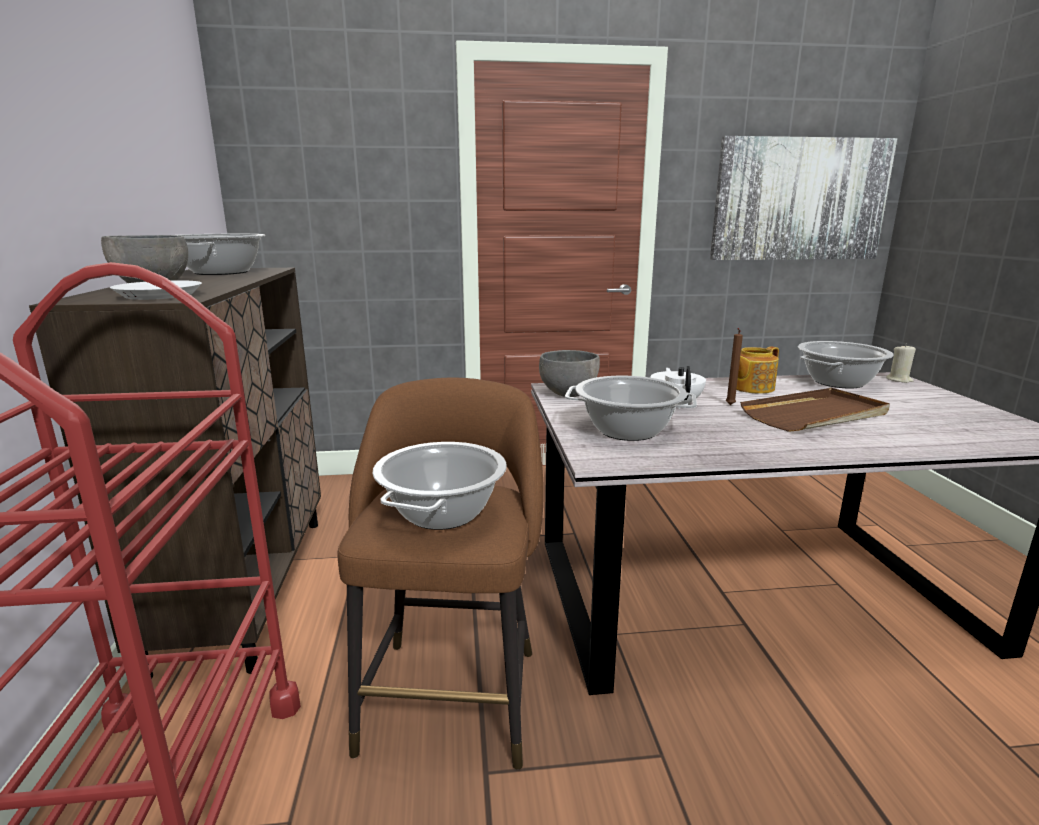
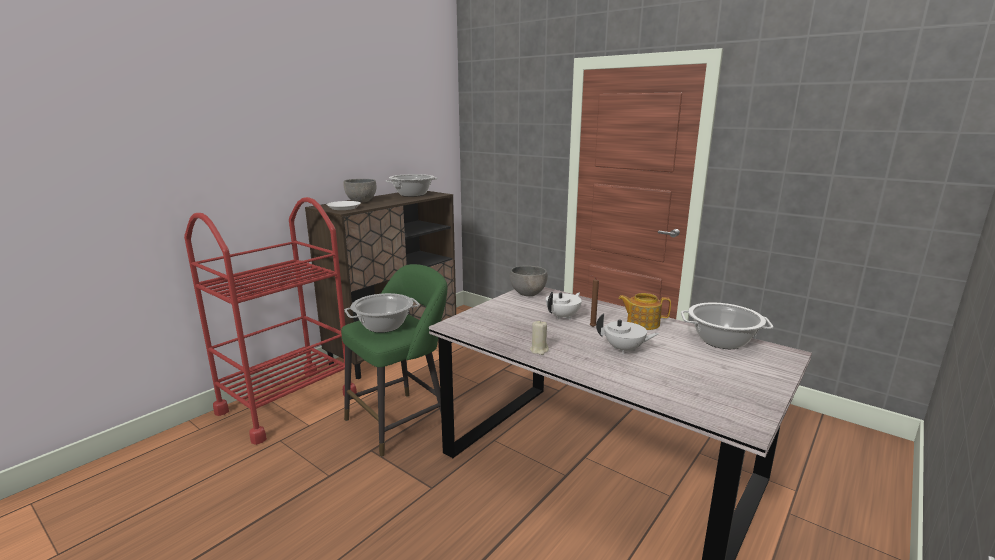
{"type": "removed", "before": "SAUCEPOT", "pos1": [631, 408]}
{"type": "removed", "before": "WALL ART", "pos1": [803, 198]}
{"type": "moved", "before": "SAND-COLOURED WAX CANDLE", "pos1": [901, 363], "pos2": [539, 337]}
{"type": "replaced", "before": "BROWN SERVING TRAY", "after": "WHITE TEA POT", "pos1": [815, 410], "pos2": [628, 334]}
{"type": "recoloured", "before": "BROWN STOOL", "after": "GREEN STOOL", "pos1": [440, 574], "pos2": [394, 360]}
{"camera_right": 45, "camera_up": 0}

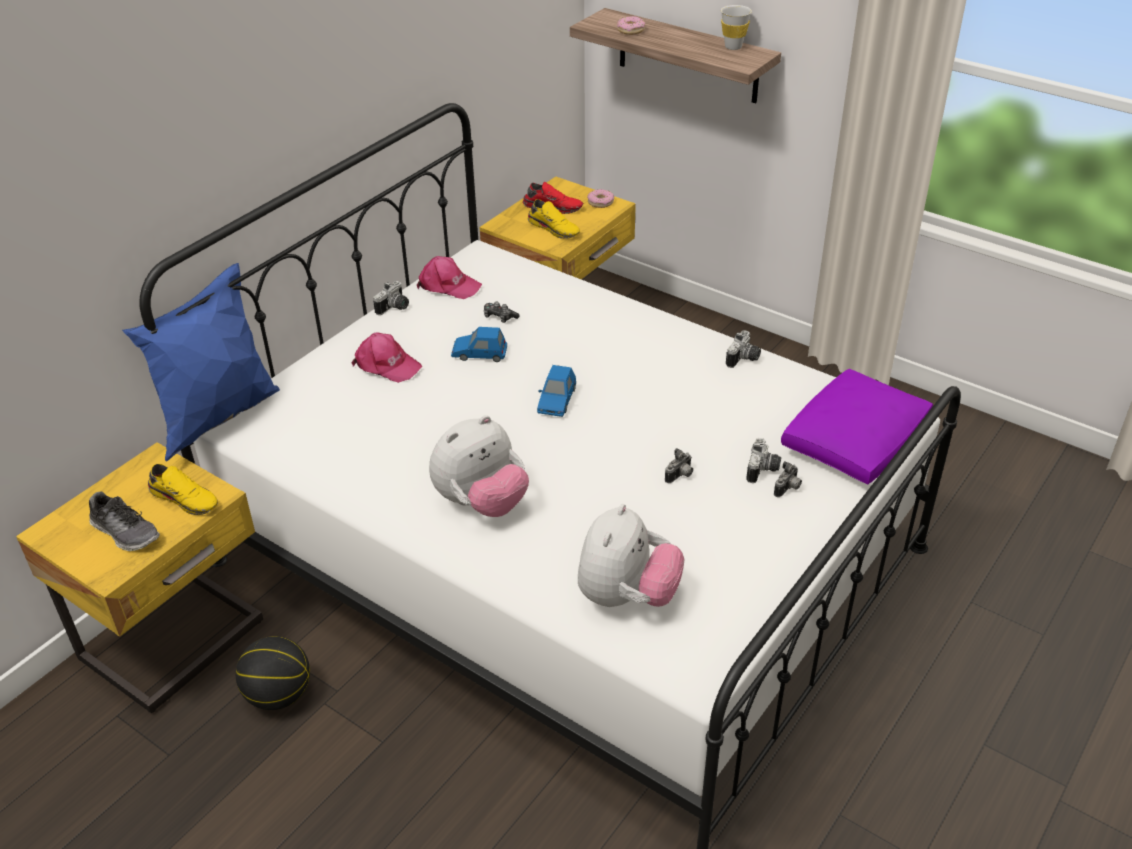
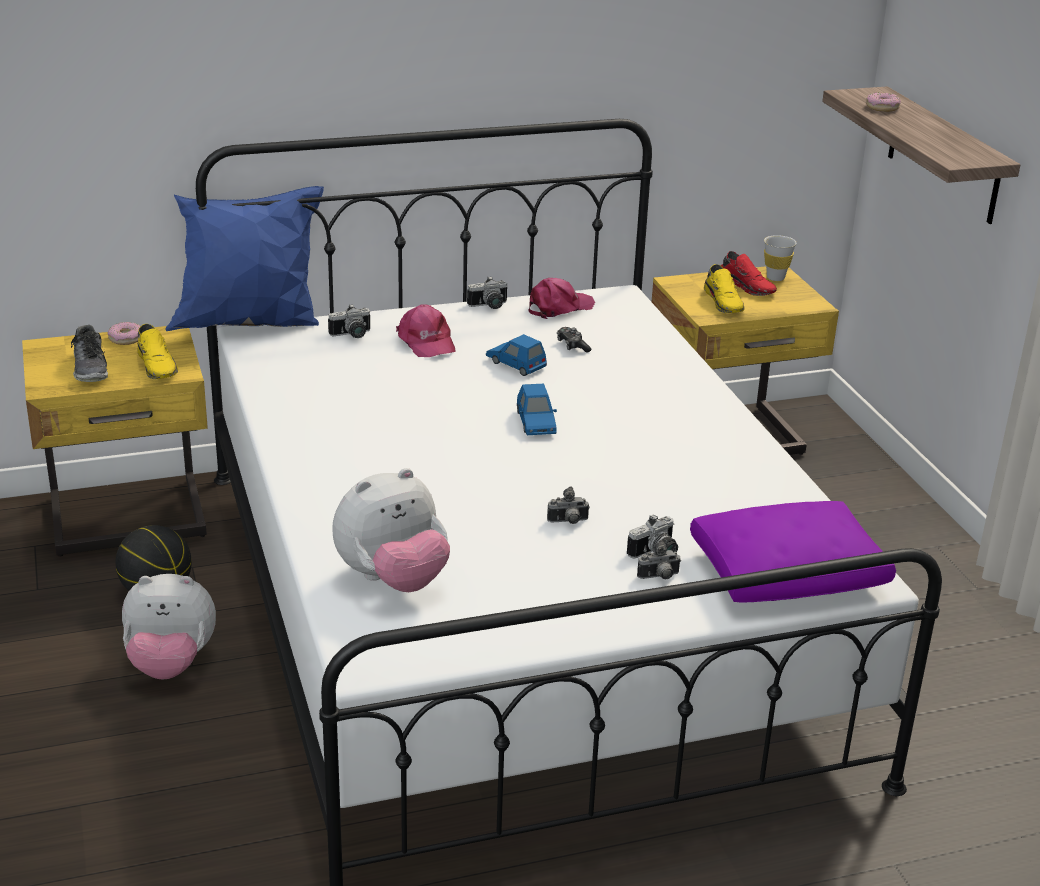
{"type": "moved", "before": "CUDDLY TOY", "pos1": [479, 466], "pos2": [169, 627]}
{"type": "moved", "before": "DONUT", "pos1": [600, 198], "pos2": [124, 333]}
{"type": "moved", "before": "WHITE DRINKING CUP", "pos1": [736, 27], "pos2": [780, 258]}
{"type": "moved", "before": "PHOTO CAMERA", "pos1": [743, 349], "pos2": [349, 321]}
{"type": "turned", "before": "PINK CAP", "pos1": [449, 277], "pos2": [561, 298], "turn": -90}
{"type": "turned", "before": "BLUISH TOY CAR", "pos1": [556, 391], "pos2": [537, 409], "turn": -60}
{"camera_right": 35, "camera_up": -10}

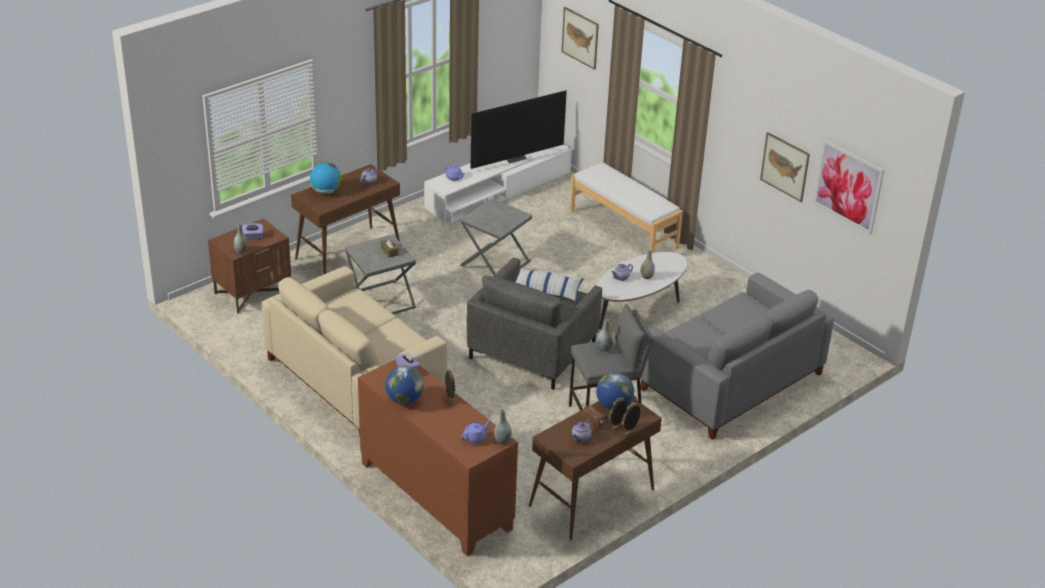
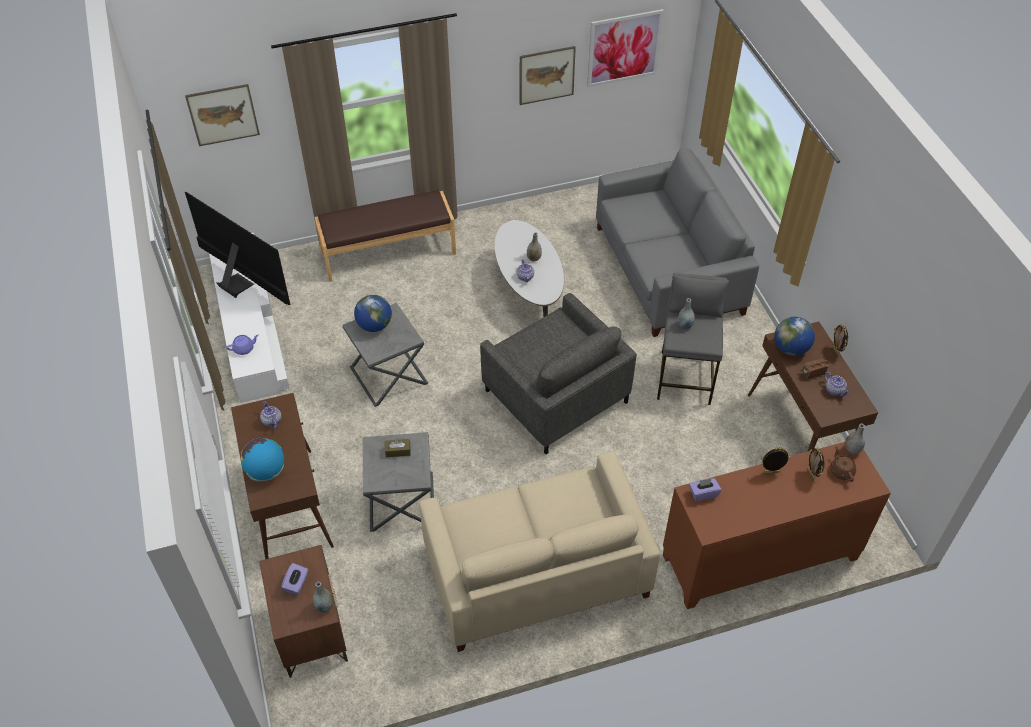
{"type": "removed", "before": "PILLOW", "pos1": [549, 284]}
{"type": "moved", "before": "WORLD GLOBE", "pos1": [404, 385], "pos2": [373, 313]}
{"type": "moved", "before": "STANDING FRAME", "pos1": [617, 414], "pos2": [815, 464]}
{"type": "recoloured", "before": "PURPLE-COLOURED TEA POT", "after": "BROWN TEA POT", "pos1": [476, 432], "pos2": [843, 464]}
{"type": "recoloured", "before": "WHITE BENCH", "after": "BROWN BENCH", "pos1": [626, 207], "pos2": [385, 236]}
{"type": "turned", "before": "TV", "pos1": [518, 129], "pos2": [237, 248], "turn": -45}
{"camera_right": -65, "camera_up": 15}

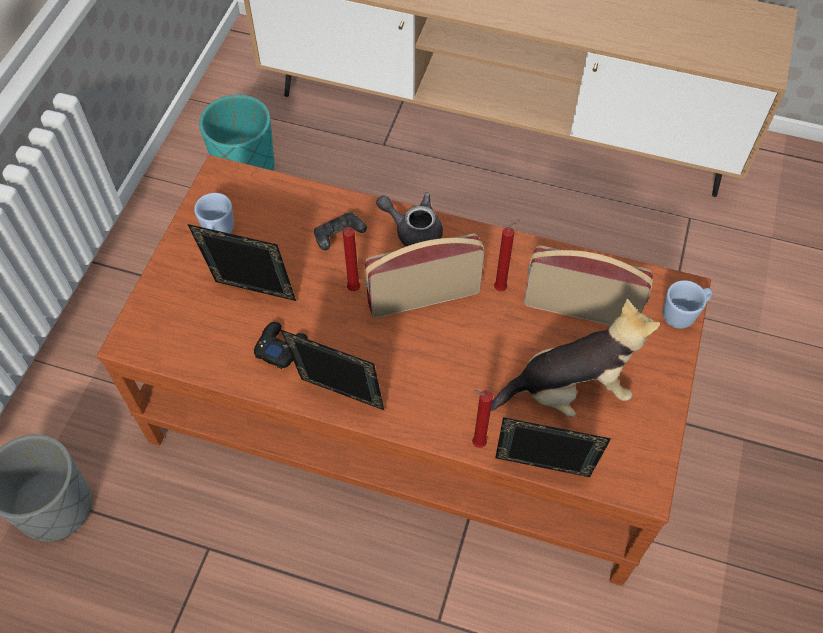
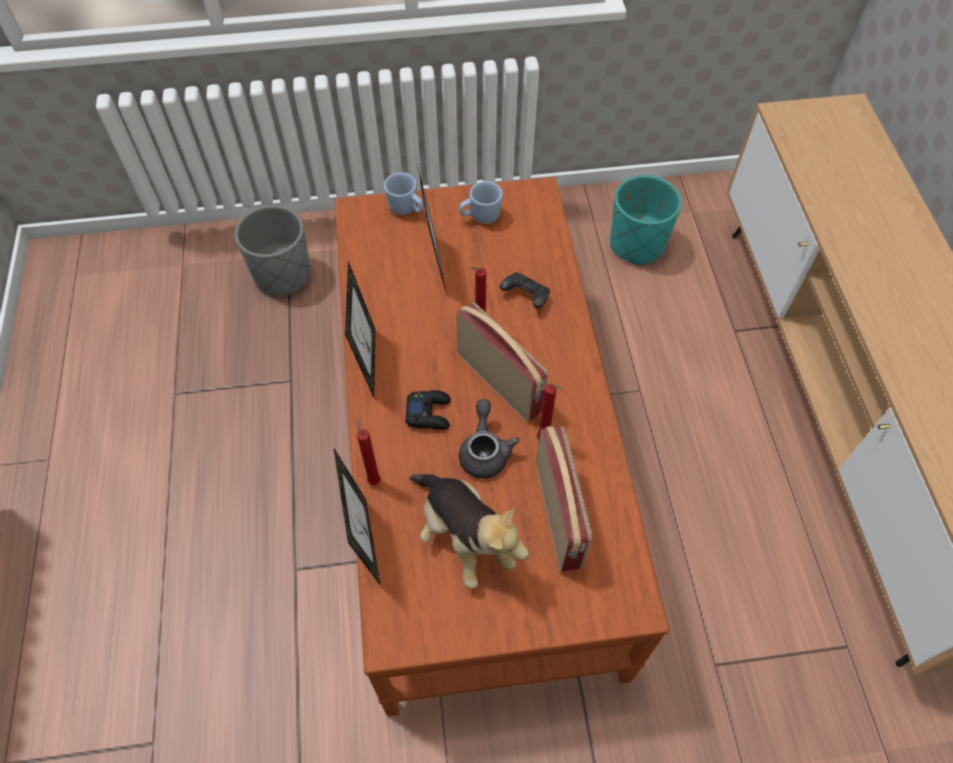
{"type": "moved", "before": "BLACK-COLOURED GAME CONTROLLER", "pos1": [281, 345], "pos2": [428, 410]}
{"type": "moved", "before": "GREY TEA POT", "pos1": [409, 219], "pos2": [489, 439]}
{"type": "moved", "before": "BLUISH TEA MUG", "pos1": [688, 304], "pos2": [404, 193]}
{"camera_right": 65, "camera_up": 0}

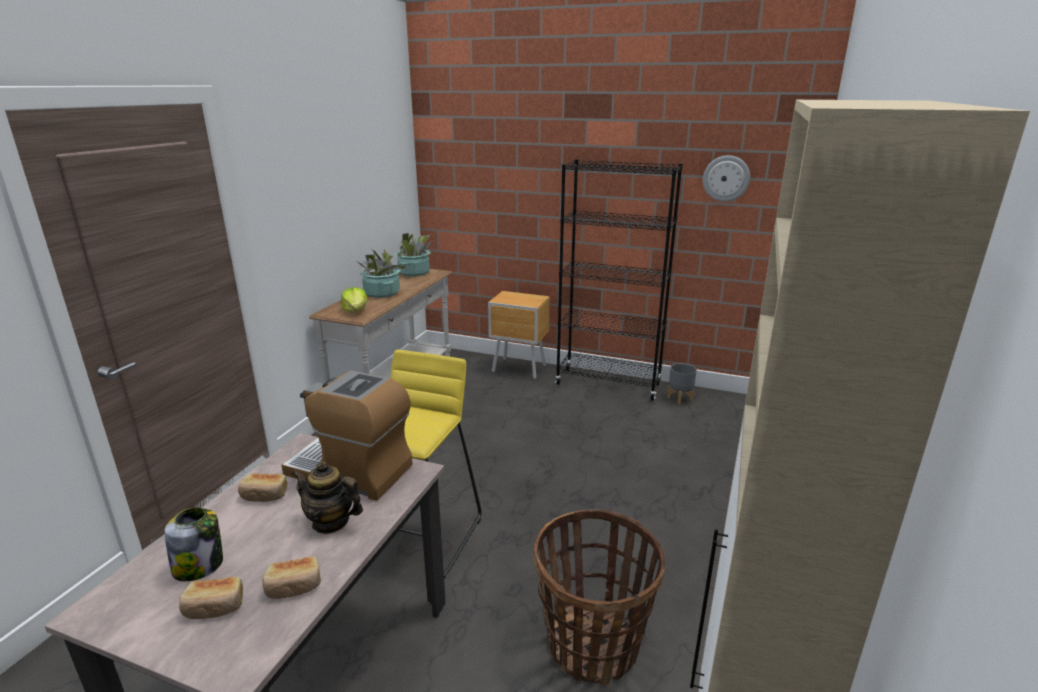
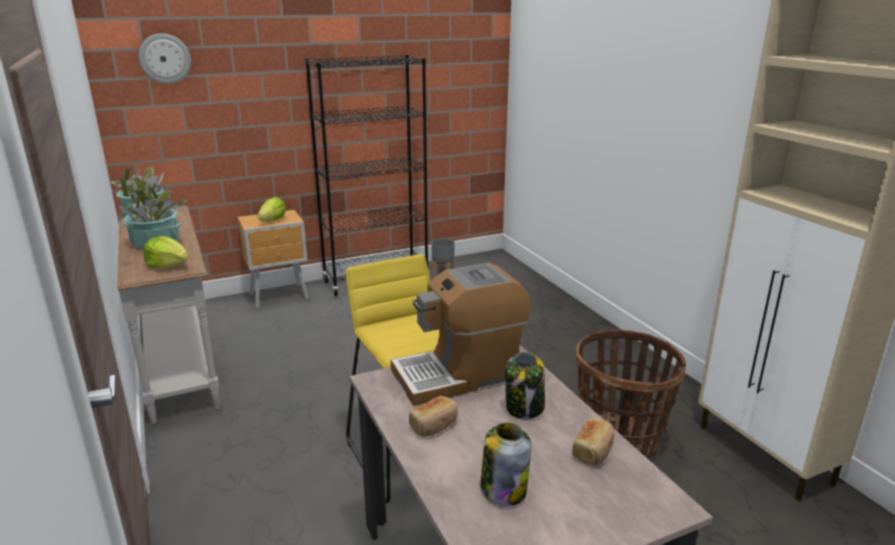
{"type": "removed", "before": "BAKERY BREAD", "pos1": [211, 598]}
{"type": "added", "after": "LETTUCE", "pos2": [271, 209]}
{"type": "moved", "before": "HANGING CLOCK", "pos1": [726, 178], "pos2": [165, 58]}
{"type": "replaced", "before": "TEA POT", "after": "STORAGE JAR", "pos1": [327, 497], "pos2": [525, 385]}
{"camera_right": -45, "camera_up": 0}

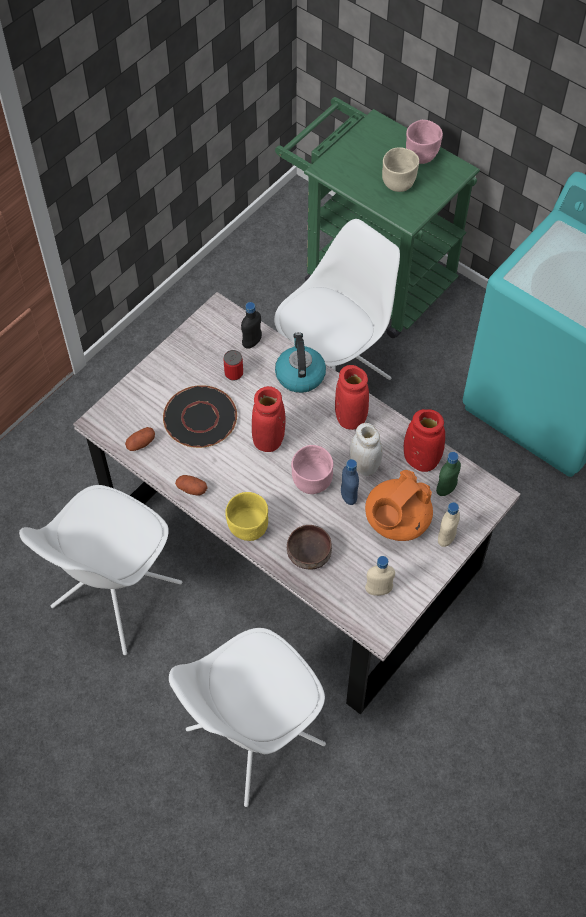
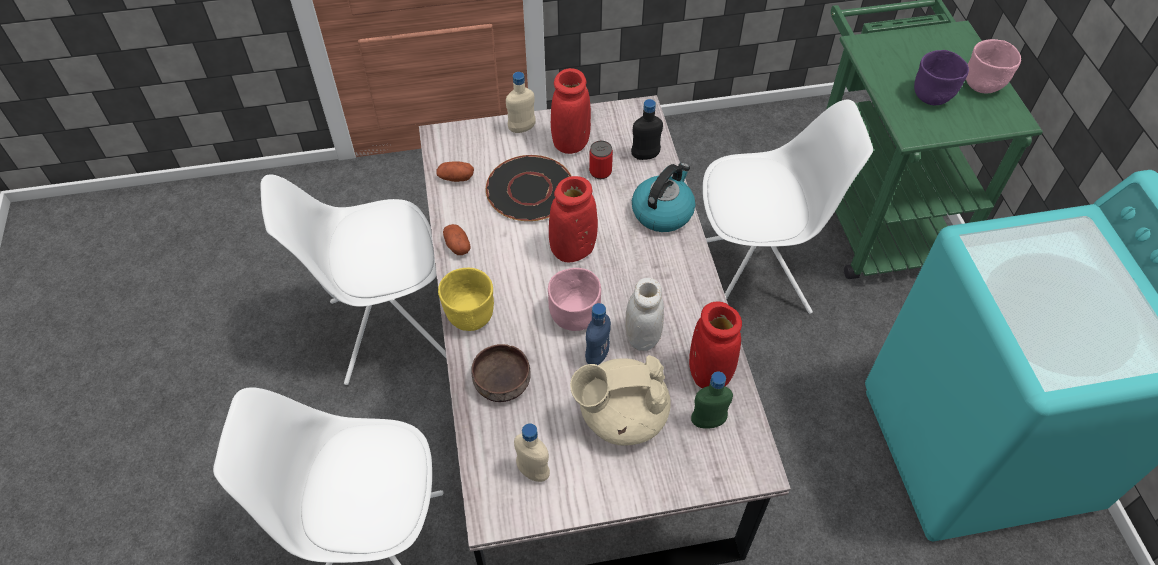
{"type": "moved", "before": "RED DECORATIVE VASE", "pos1": [352, 397], "pos2": [571, 111]}
{"type": "moved", "before": "SAND-COLOURED BOTTLE", "pos1": [449, 524], "pos2": [521, 102]}
{"type": "recoloured", "before": "ORANGE-COLOURED TEA POT", "after": "SAND-COLOURED TEA POT", "pos1": [399, 505], "pos2": [620, 400]}
{"type": "recoloured", "before": "SAND-COLOURED DEEP DISH", "after": "PURPLE-COLOURED DEEP DISH", "pos1": [400, 169], "pos2": [941, 78]}
{"camera_right": 40, "camera_up": -5}

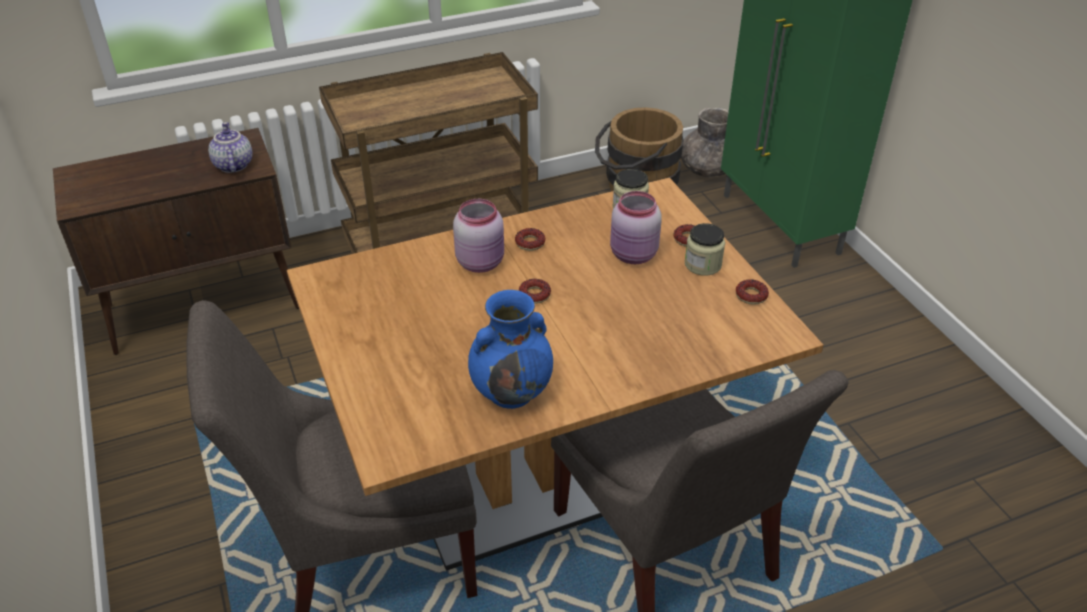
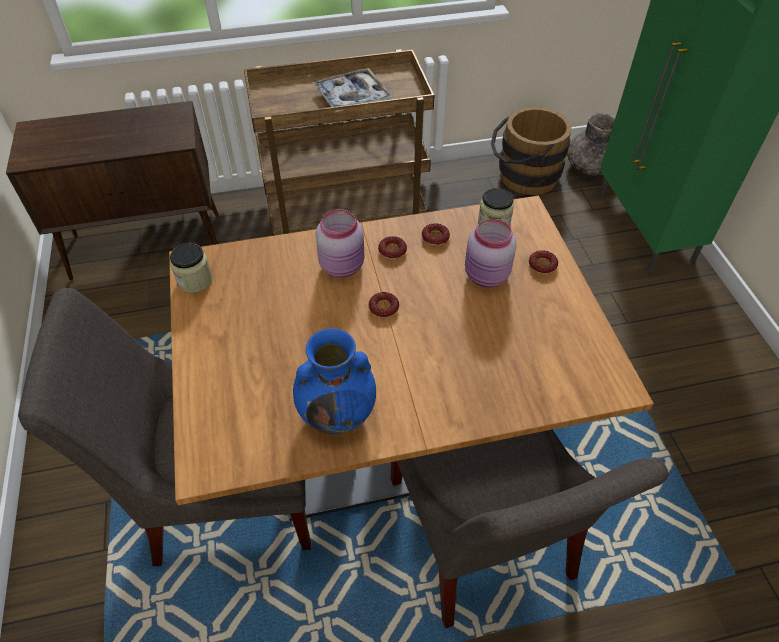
{"type": "removed", "before": "TEA POT", "pos1": [230, 147]}
{"type": "added", "after": "SERVING TRAY", "pos2": [352, 90]}
{"type": "moved", "before": "STORAGE JAR", "pos1": [705, 249], "pos2": [191, 268]}
{"type": "moved", "before": "DONUT", "pos1": [752, 292], "pos2": [436, 234]}
{"camera_right": 10, "camera_up": 10}

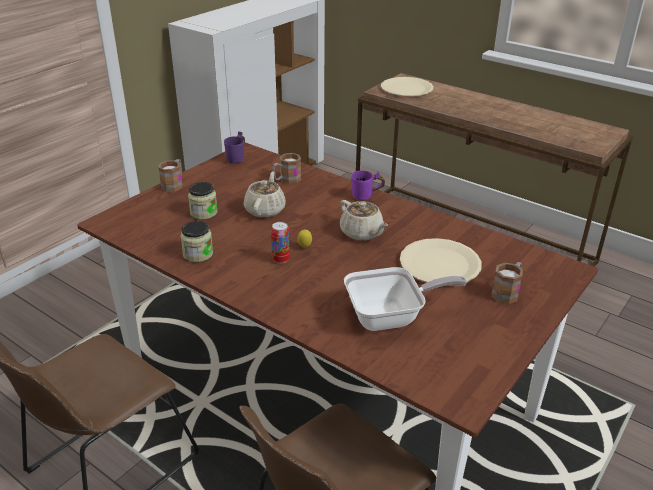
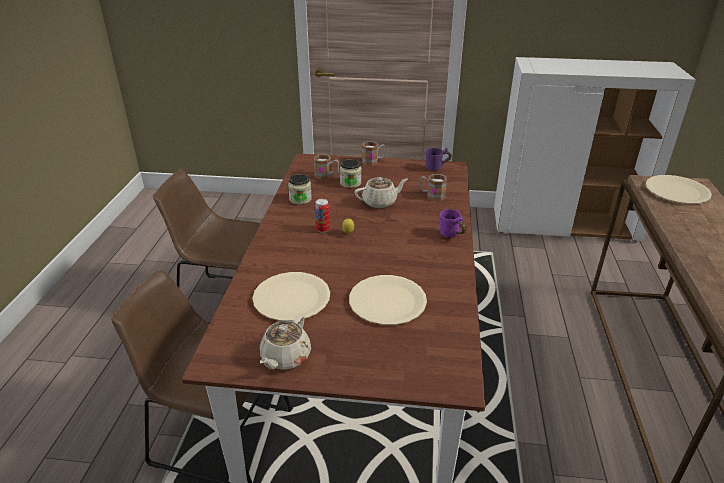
{"type": "moved", "before": "SAND-COLOURED TEA POT", "pos1": [364, 220], "pos2": [285, 342]}
{"type": "moved", "before": "TEA MUG", "pos1": [507, 283], "pos2": [326, 167]}
{"type": "replaced", "before": "FRYING PAN", "after": "SAND-COLOURED DINNER PLATE", "pos1": [405, 299], "pos2": [291, 296]}
{"camera_right": 60, "camera_up": 0}

